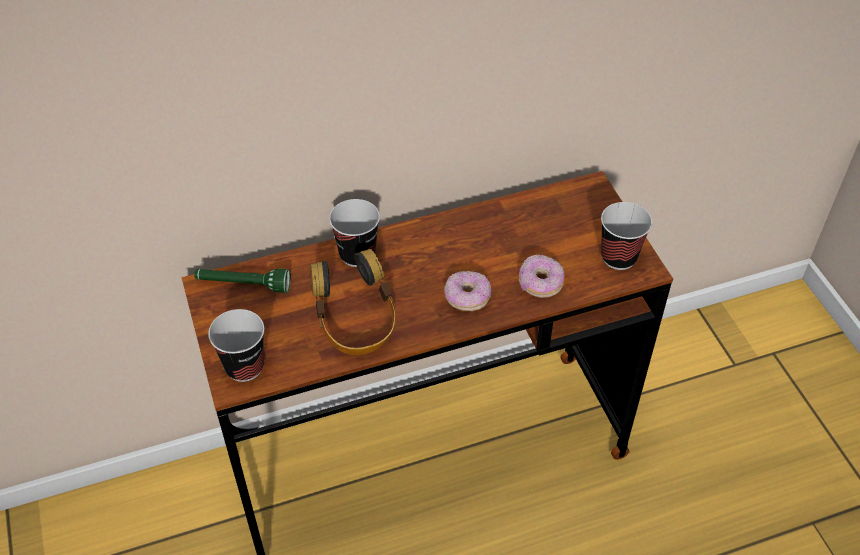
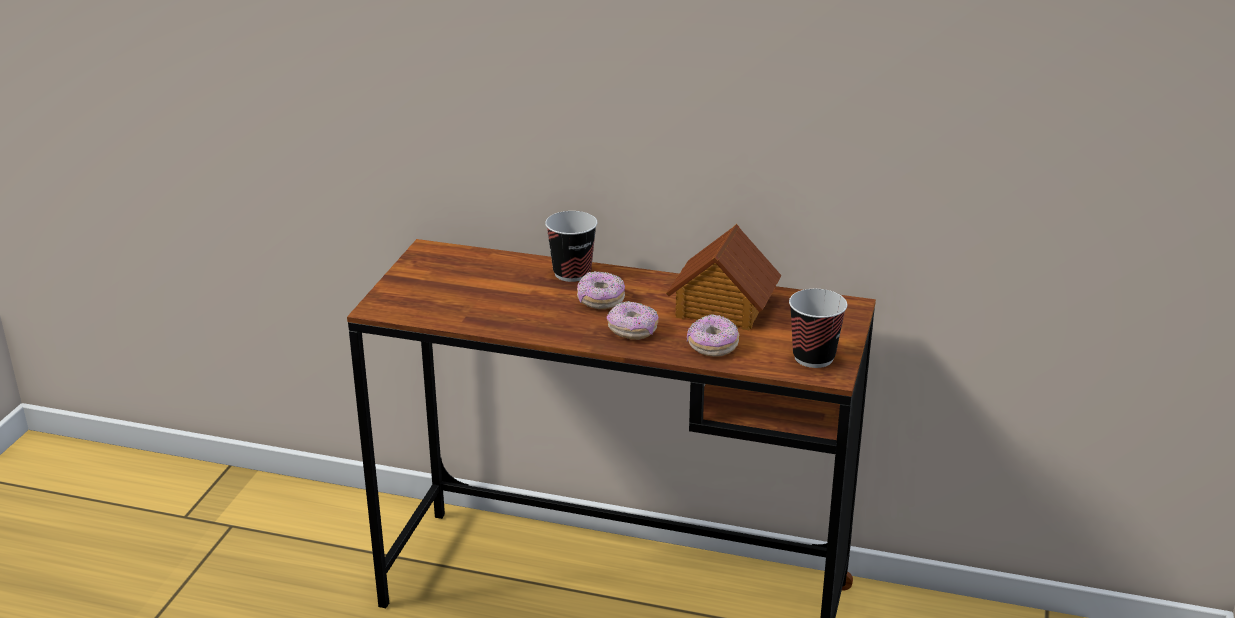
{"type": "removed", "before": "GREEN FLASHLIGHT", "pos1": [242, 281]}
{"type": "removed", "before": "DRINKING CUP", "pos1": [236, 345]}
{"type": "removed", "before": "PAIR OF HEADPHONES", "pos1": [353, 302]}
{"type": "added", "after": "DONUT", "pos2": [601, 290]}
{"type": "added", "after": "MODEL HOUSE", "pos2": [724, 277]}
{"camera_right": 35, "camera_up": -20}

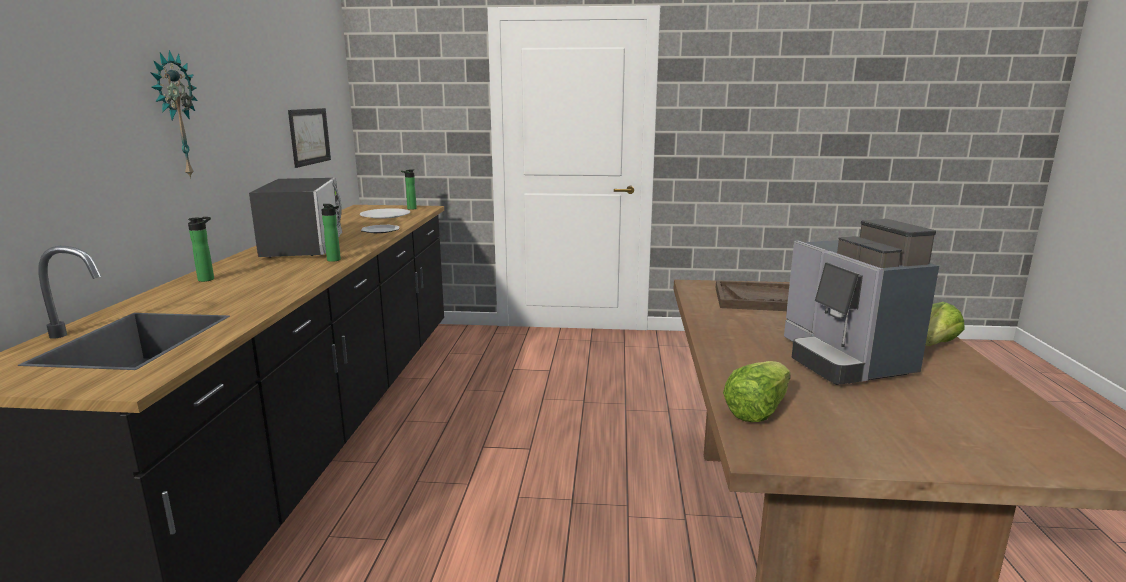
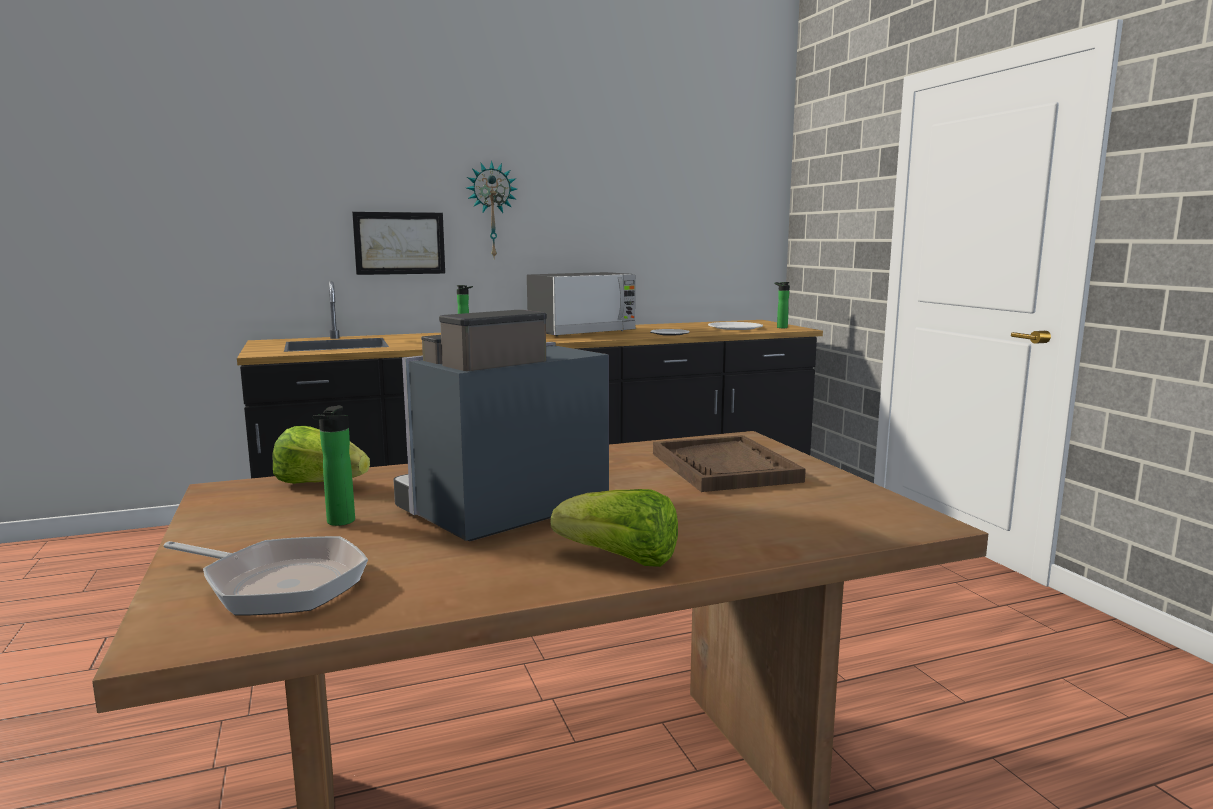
{"type": "added", "after": "FRYING PAN", "pos2": [266, 575]}
{"type": "moved", "before": "WALL ART", "pos1": [309, 138], "pos2": [398, 243]}
{"type": "moved", "before": "BOTTLE", "pos1": [331, 233], "pos2": [334, 465]}
{"camera_right": 65, "camera_up": -5}

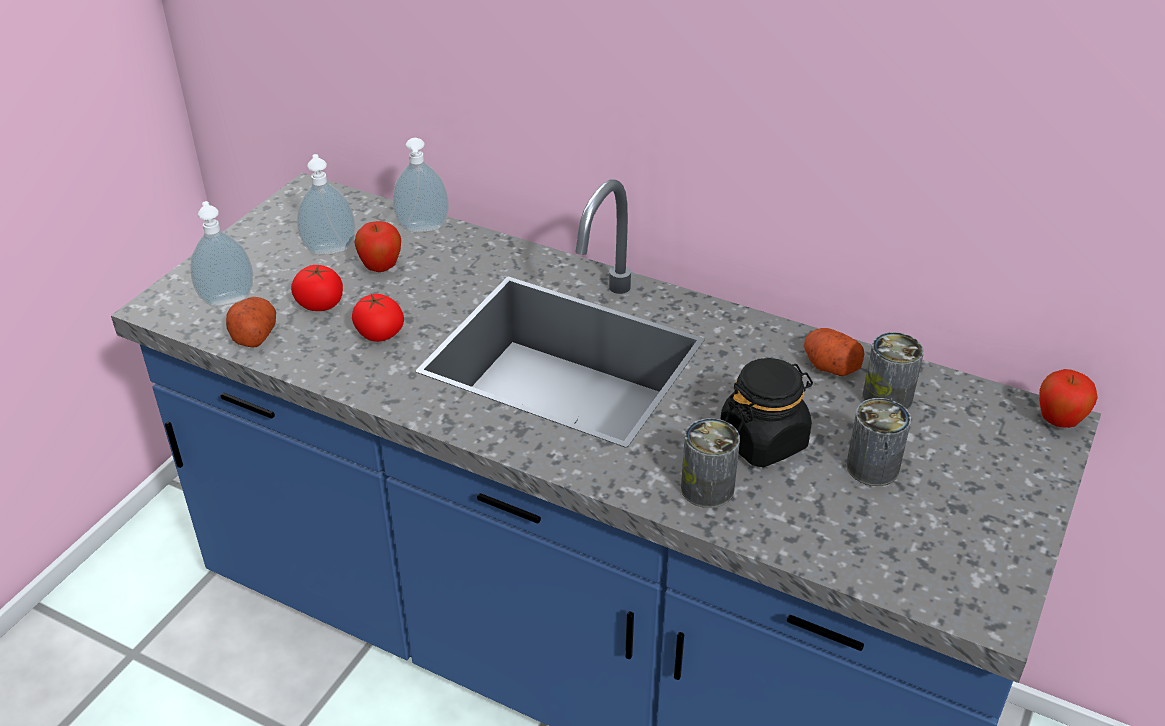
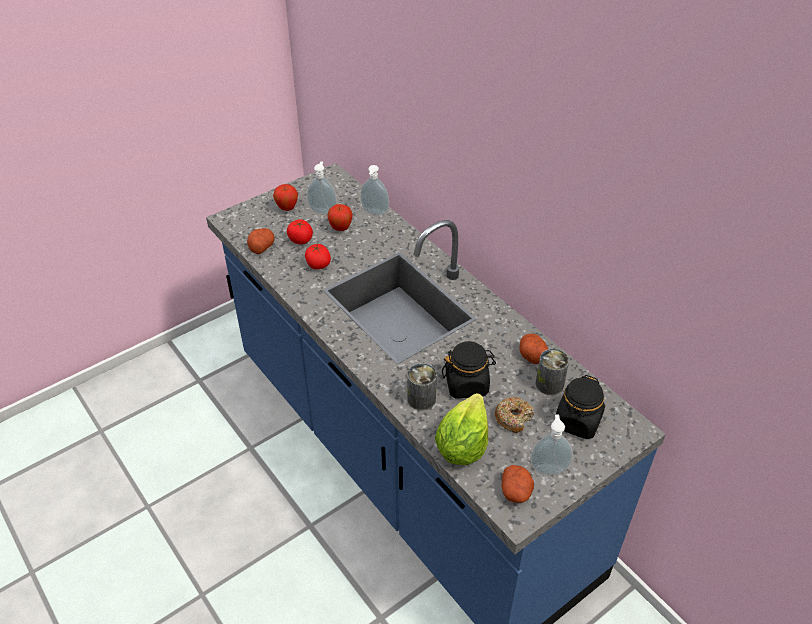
{"type": "added", "after": "LETTUCE", "pos2": [461, 429]}
{"type": "added", "after": "POTATO", "pos2": [517, 484]}
{"type": "added", "after": "BLACK-COLOURED STORAGE JAR", "pos2": [580, 407]}
{"type": "moved", "before": "LIQUID SOAP BOTTLE", "pos1": [221, 253], "pos2": [551, 445]}
{"type": "moved", "before": "WHOLE APPLE", "pos1": [1068, 398], "pos2": [285, 197]}
{"type": "replaced", "before": "SEALED CAN", "after": "DONUT", "pos1": [878, 442], "pos2": [514, 415]}
{"camera_right": 25, "camera_up": 5}

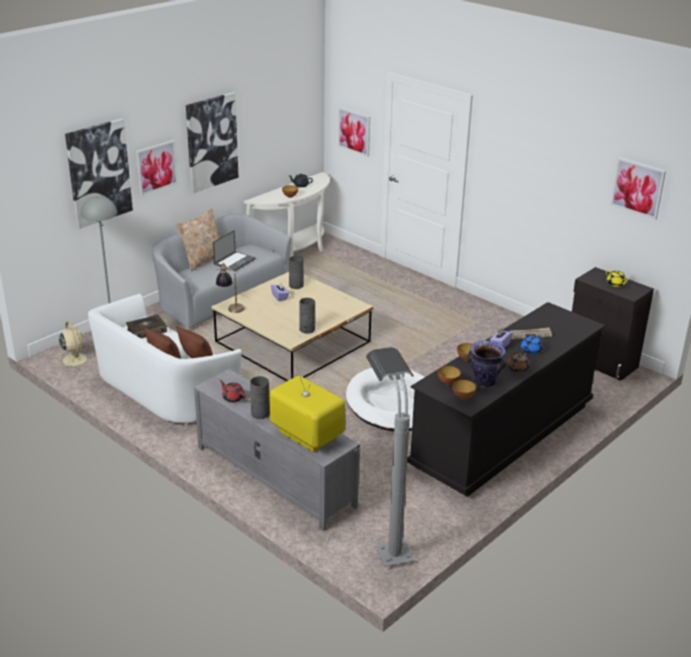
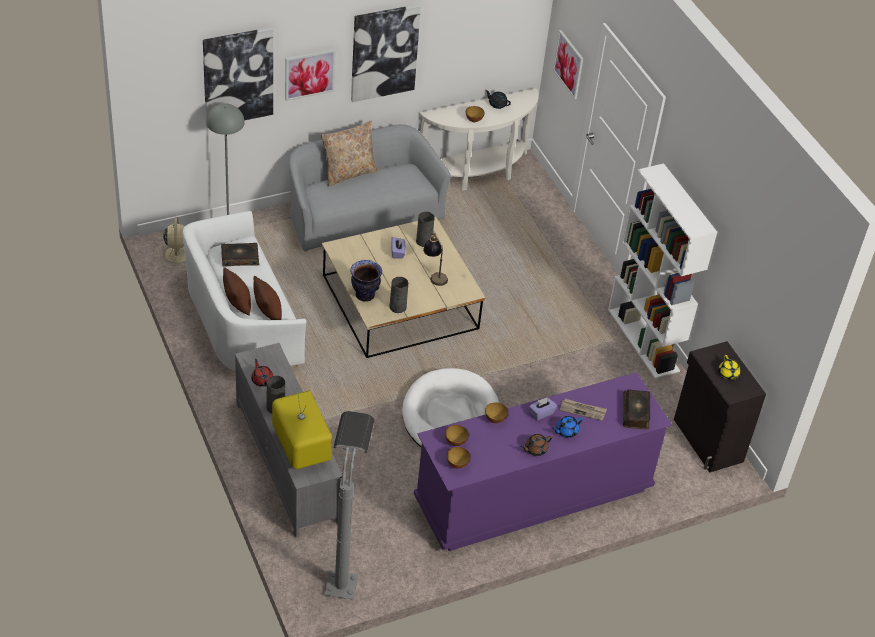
{"type": "removed", "before": "PORTABLE COMPUTER", "pos1": [234, 251]}
{"type": "removed", "before": "WALL ART", "pos1": [638, 188]}
{"type": "added", "after": "WHITE BOOKCASE", "pos2": [662, 271]}
{"type": "added", "after": "BOUND BOOK", "pos2": [636, 409]}
{"type": "moved", "before": "TABLE LAMP", "pos1": [230, 287], "pos2": [435, 259]}
{"type": "moved", "before": "DECORATIVE VASE", "pos1": [487, 364], "pos2": [366, 281]}
{"type": "recoloured", "before": "BLACK-COLOURED DRAWER CHEST", "after": "PURPLE-COLOURED DRAWER CHEST", "pos1": [506, 399], "pos2": [543, 461]}
{"camera_right": 20, "camera_up": 15}

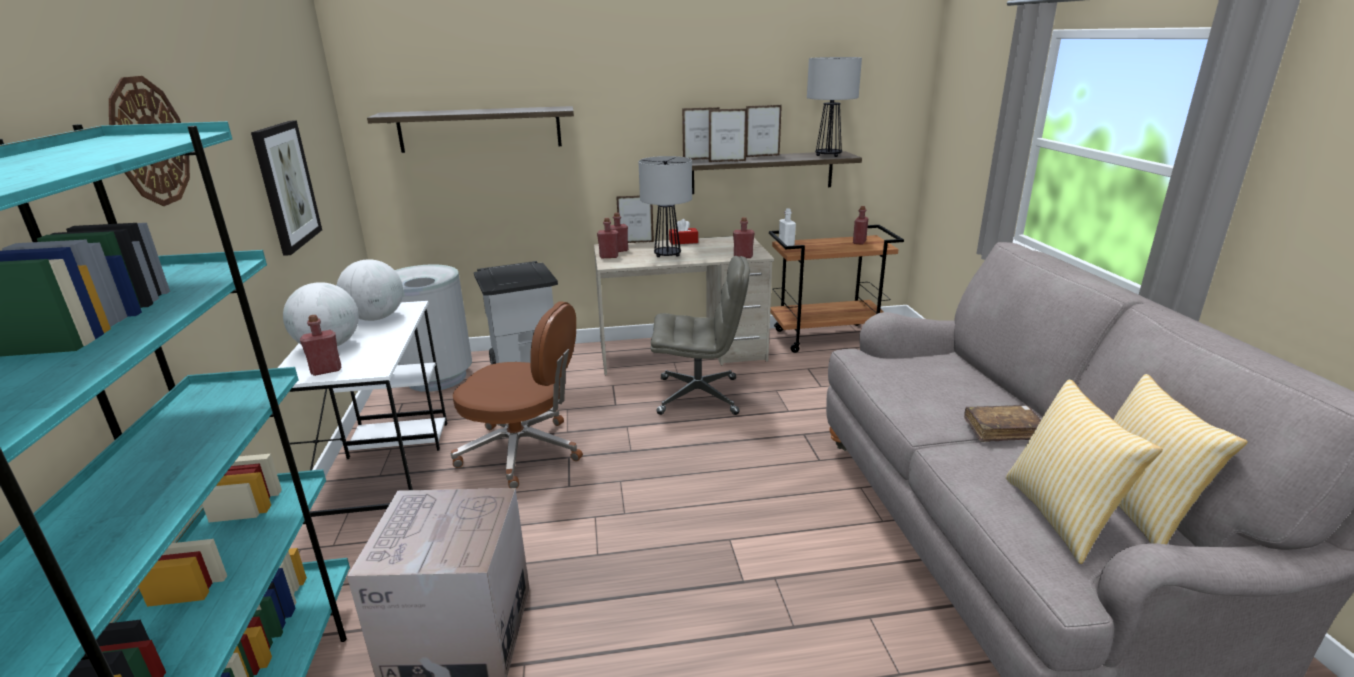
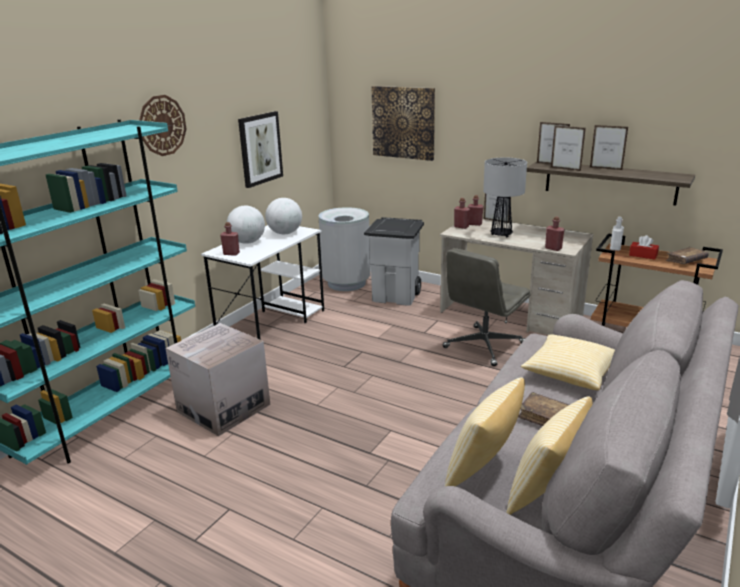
{"type": "removed", "before": "BROWN COMPUTER CHAIR", "pos1": [517, 394]}
{"type": "removed", "before": "TABLE LAMP", "pos1": [834, 107]}
{"type": "added", "after": "PILLOW", "pos2": [568, 362]}
{"type": "moved", "before": "RED TISSUE BOX", "pos1": [683, 232], "pos2": [644, 247]}
{"type": "replaced", "before": "WALL SHELF", "after": "WALL ART", "pos1": [470, 129], "pos2": [403, 123]}
{"type": "replaced", "before": "RED BOTTLE", "after": "BROWN BOUND BOOK", "pos1": [860, 225], "pos2": [687, 255]}
{"type": "turned", "before": "GREY COMPUTER CHAIR", "pos1": [700, 335], "pos2": [486, 307], "turn": 90}
{"camera_right": 40, "camera_up": 0}

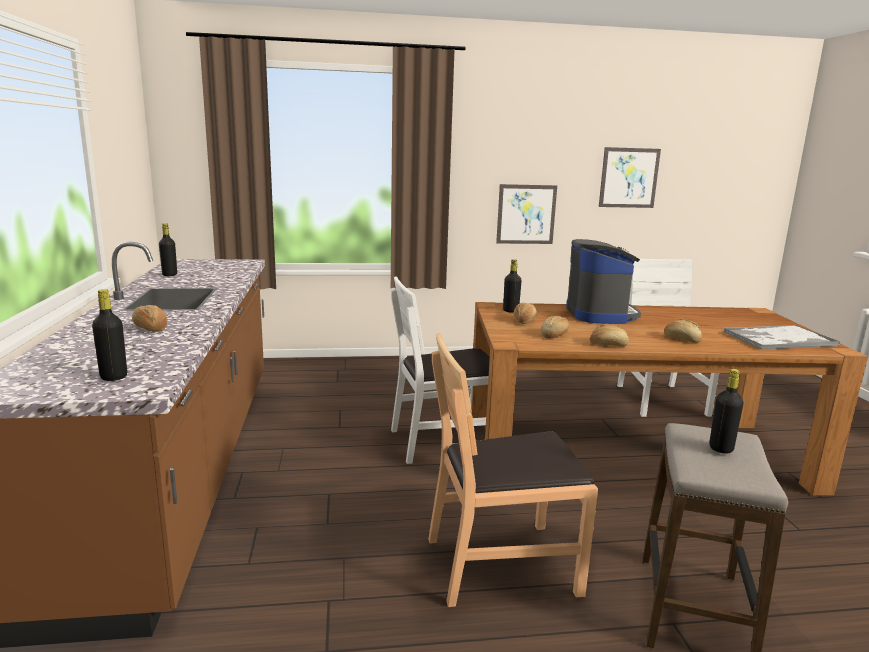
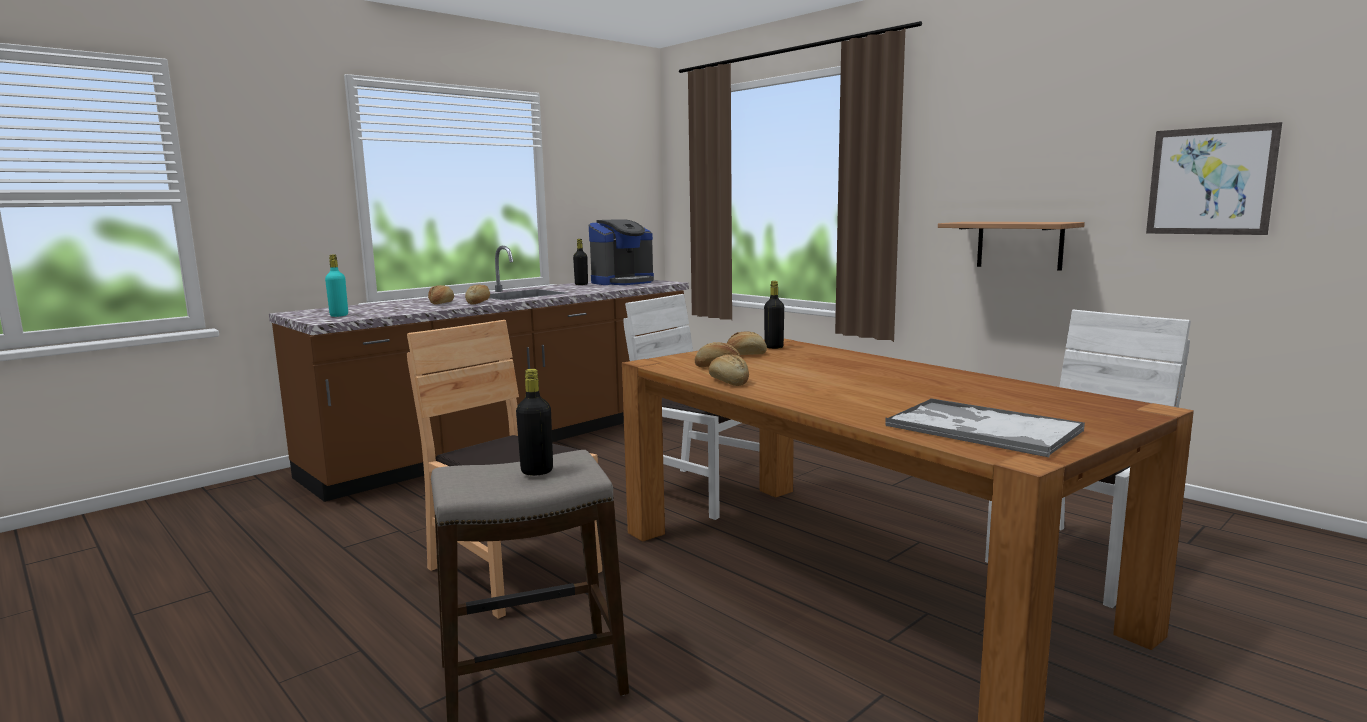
{"type": "moved", "before": "COFFEE MAKER", "pos1": [603, 281], "pos2": [621, 252]}
{"type": "moved", "before": "BAKERY BREAD", "pos1": [683, 331], "pos2": [477, 294]}
{"type": "replaced", "before": "WALL ART", "after": "WALL SHELF", "pos1": [526, 214], "pos2": [1011, 246]}
{"type": "recoloured", "before": "BLACK-COLOURED BOTTLE", "after": "TURQUOISE BOTTLE", "pos1": [109, 335], "pos2": [336, 286]}
{"camera_right": 55, "camera_up": -5}

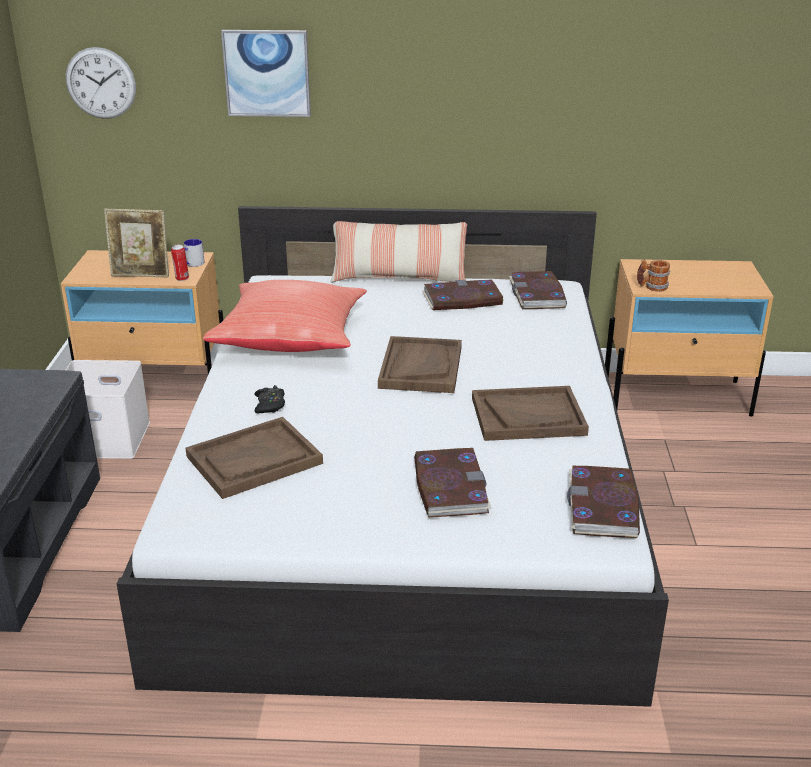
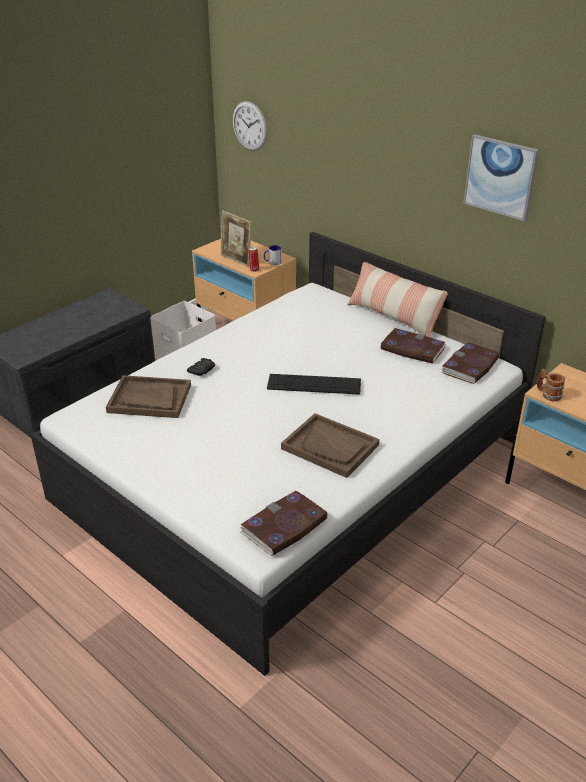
{"type": "removed", "before": "RED PILLOW", "pos1": [285, 316]}
{"type": "removed", "before": "BOUND BOOK", "pos1": [453, 483]}
{"type": "moved", "before": "WALL ART", "pos1": [266, 73], "pos2": [501, 178]}
{"type": "replaced", "before": "BROWN SERVING TRAY", "after": "PC KEYBOARD", "pos1": [420, 364], "pos2": [314, 384]}
{"camera_right": 40, "camera_up": 5}

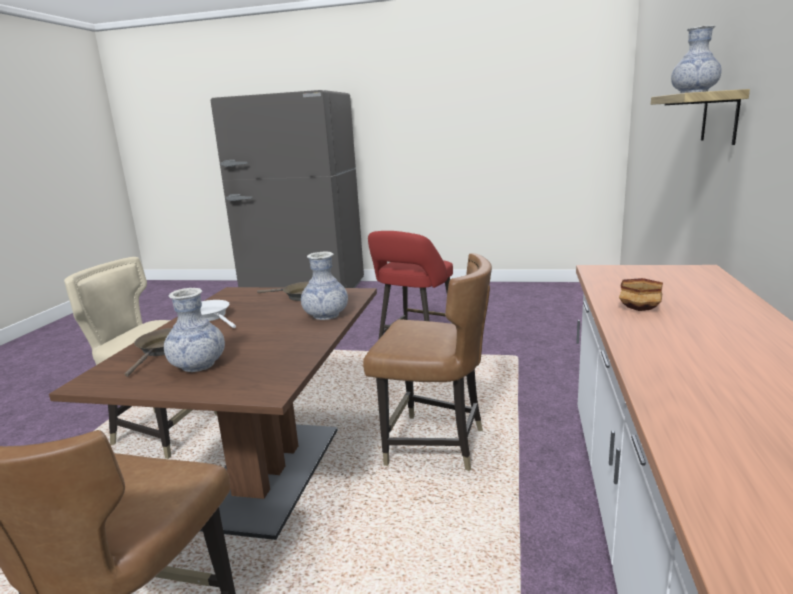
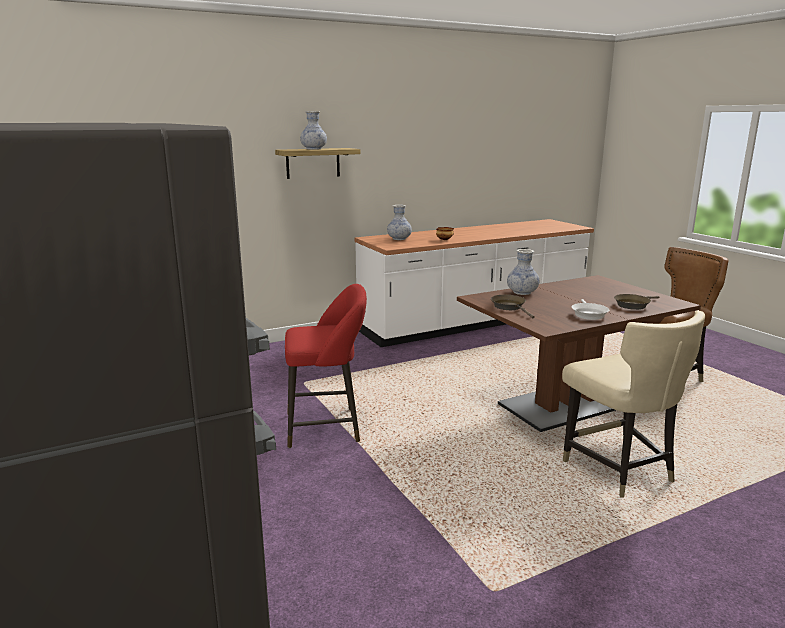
{"type": "removed", "before": "BROWN CHAIR", "pos1": [427, 362]}
{"type": "moved", "before": "DECORATIVE VASE", "pos1": [194, 330], "pos2": [399, 222]}
{"camera_right": -130, "camera_up": 0}

